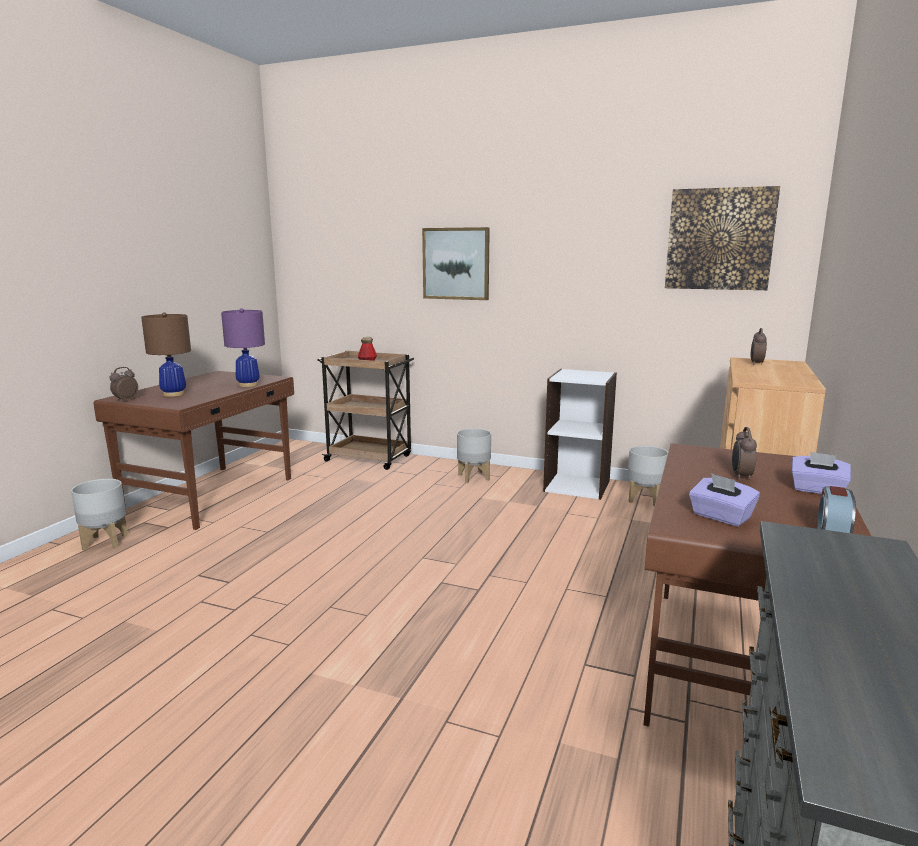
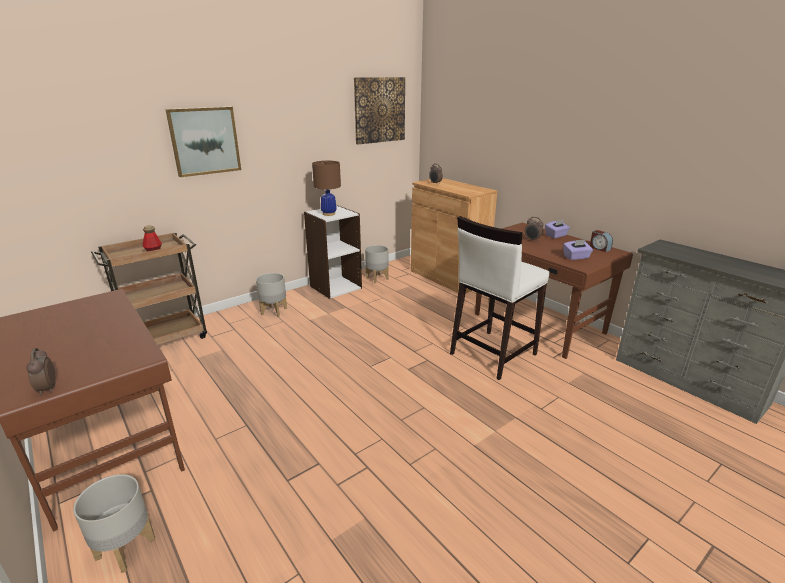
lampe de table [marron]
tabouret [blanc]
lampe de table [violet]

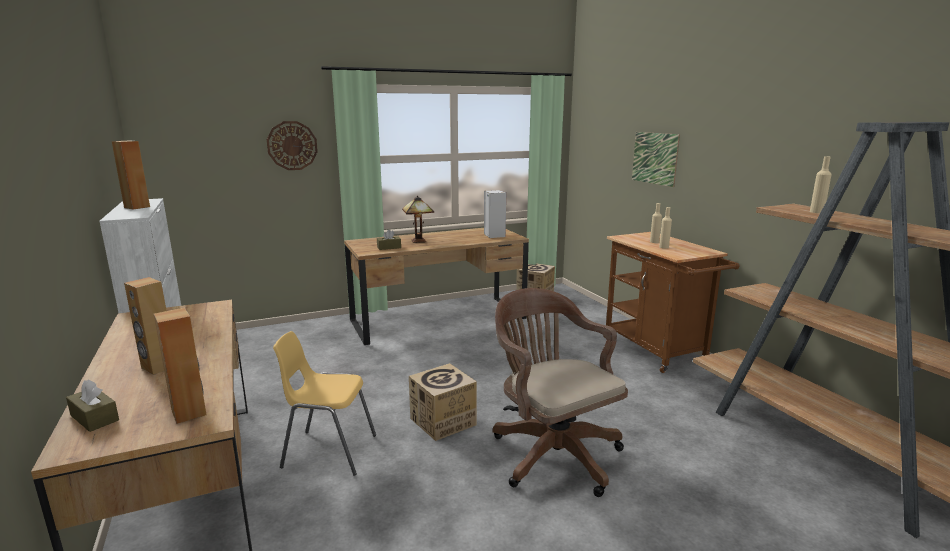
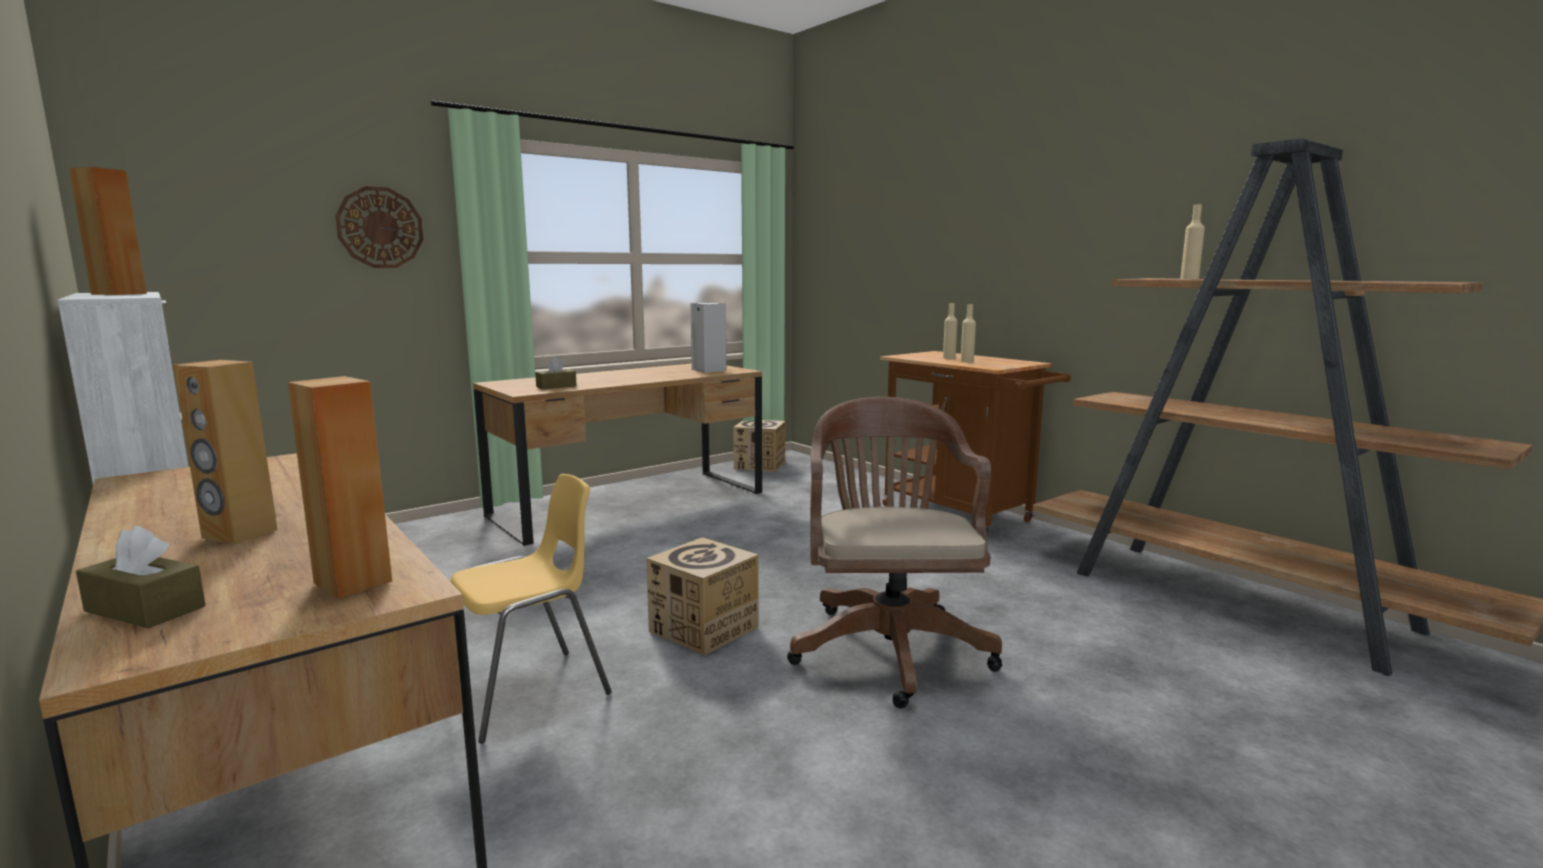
chaise [jaune]
chaise de bureau [marron]
lampe de table
tableau

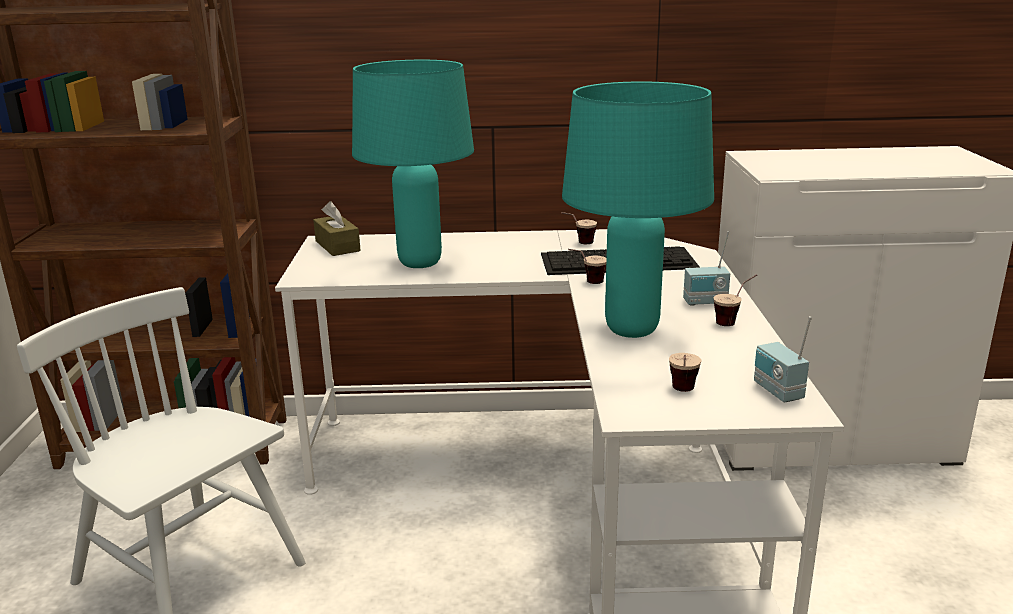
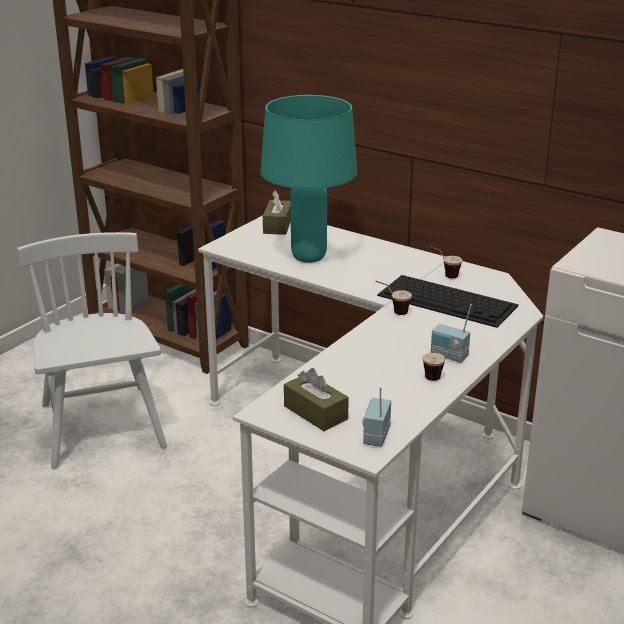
boîte à mouchoirs [marron] (2nd from left)
lampe de table [turquoise] (2nd from left in the first image)

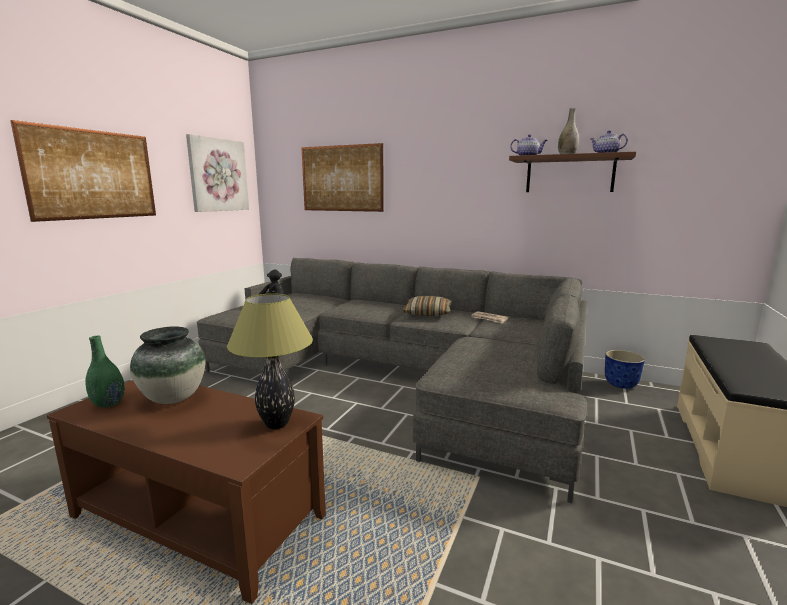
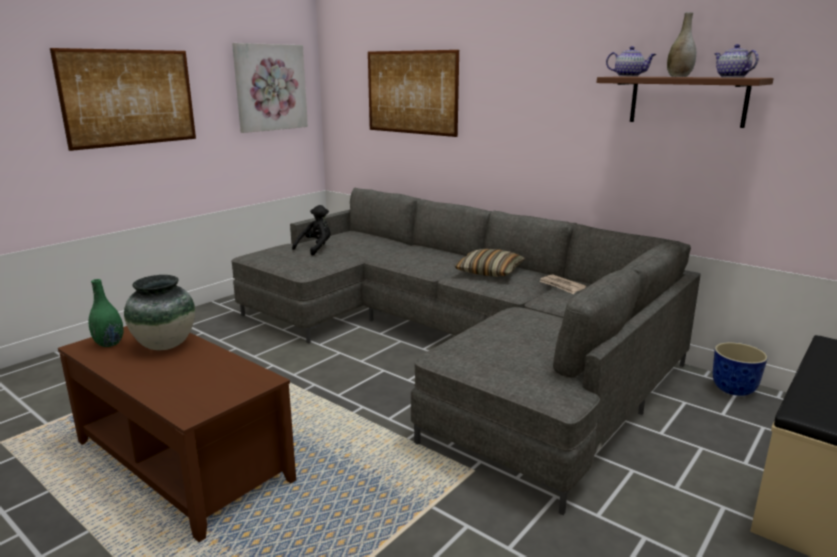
lampe de table

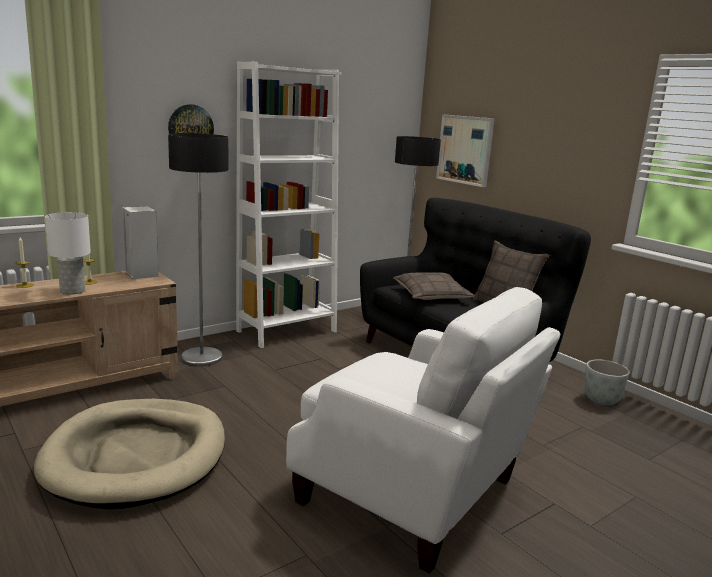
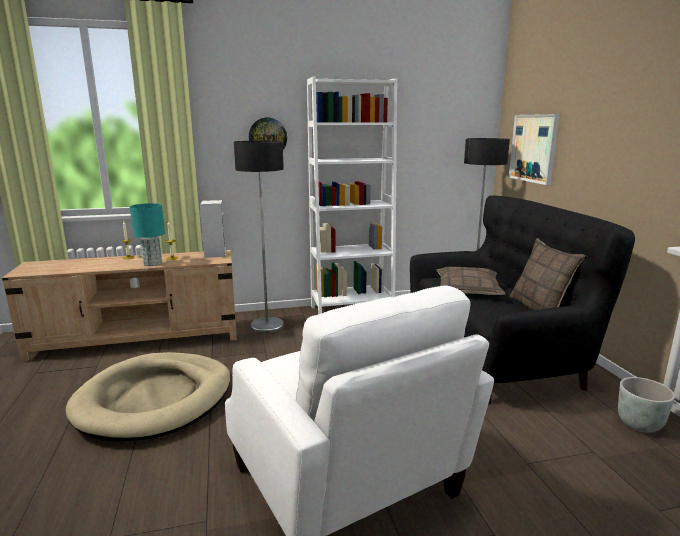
lampe de table [turquoise]

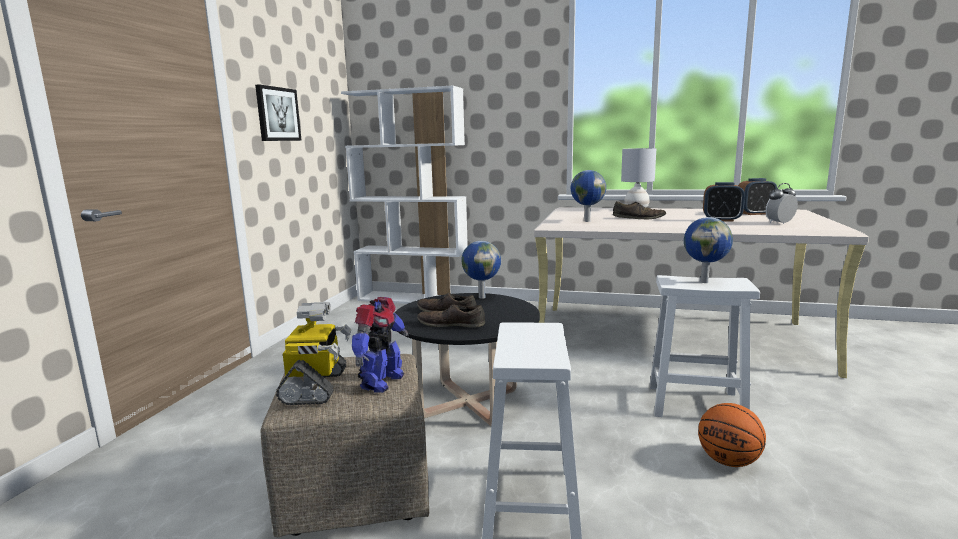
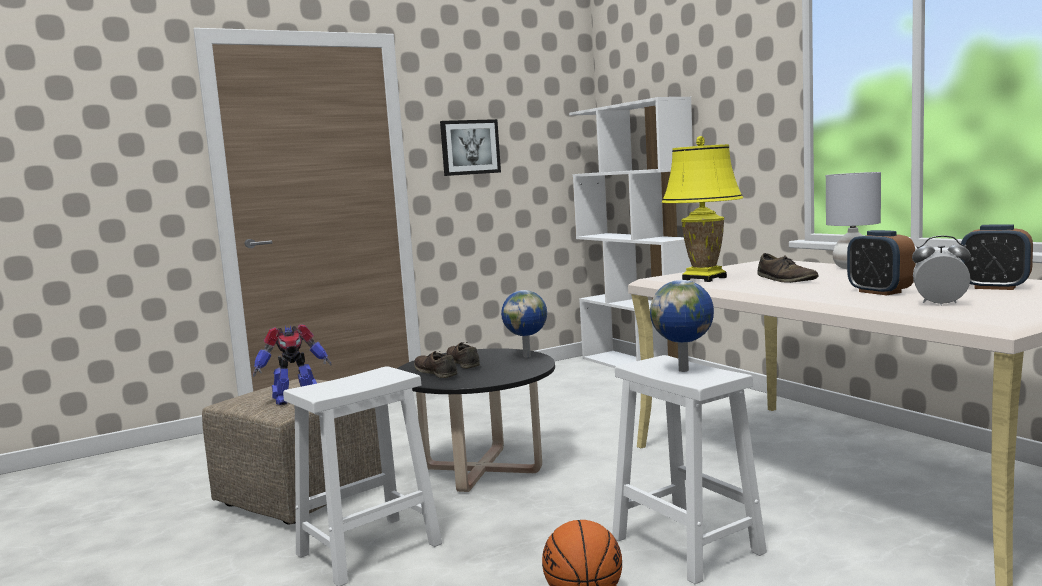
lampe de table [jaune]
robot jouet (1st from left in the first image)

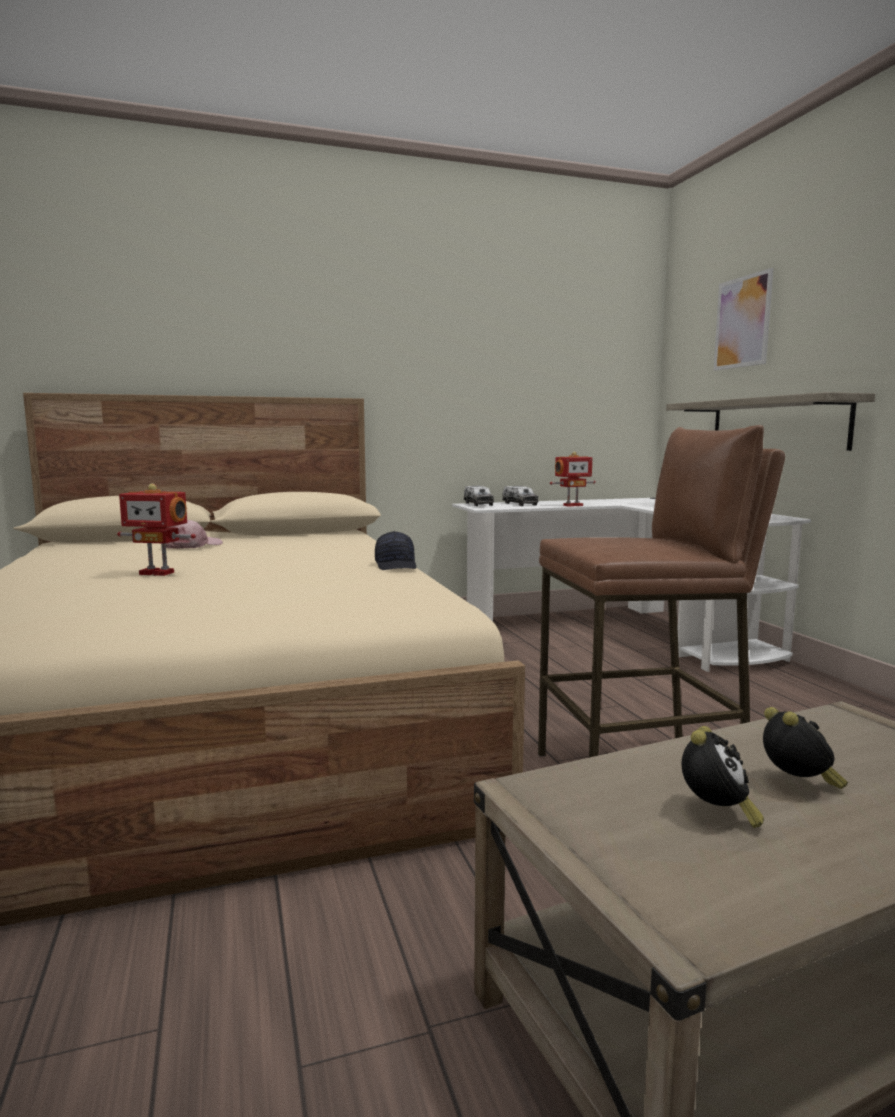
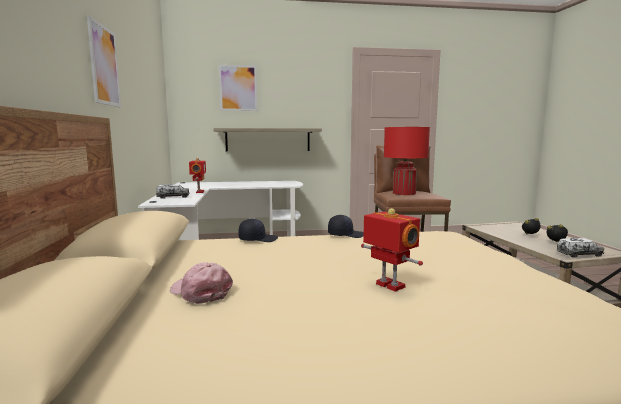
tableau (1st from left)
casquette [noir] (1st from left)
robot jouet (2nd from left)
lampe de table [rouge]
camion jouet (2nd from left)

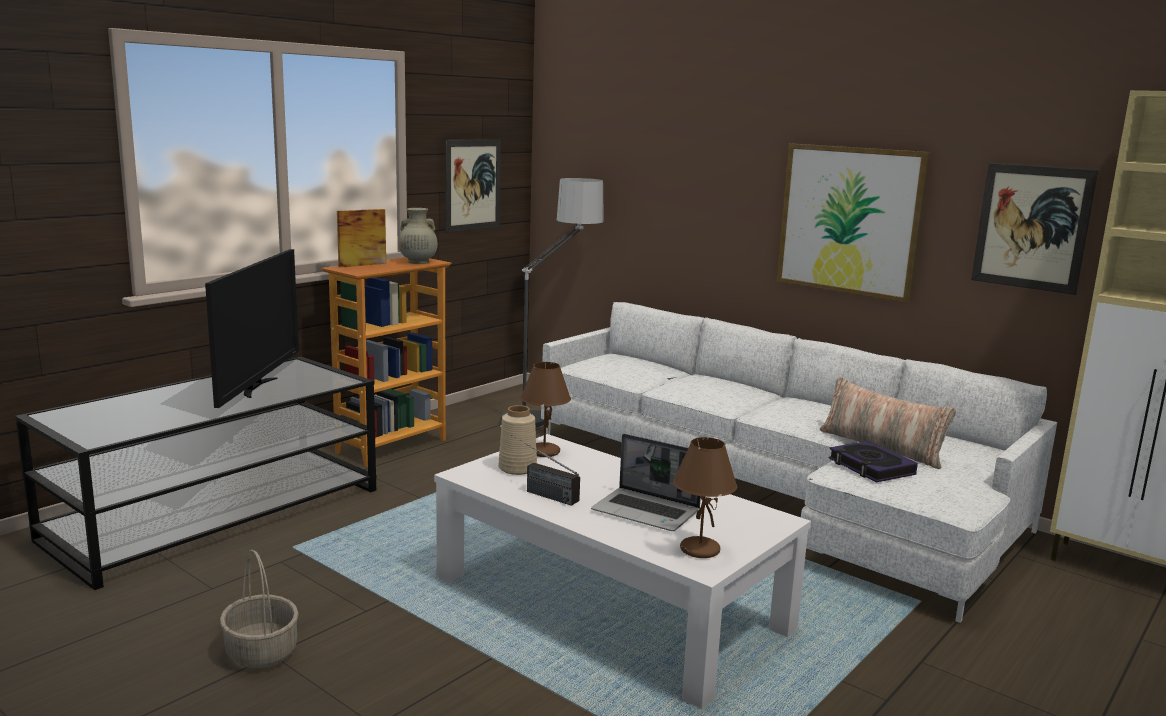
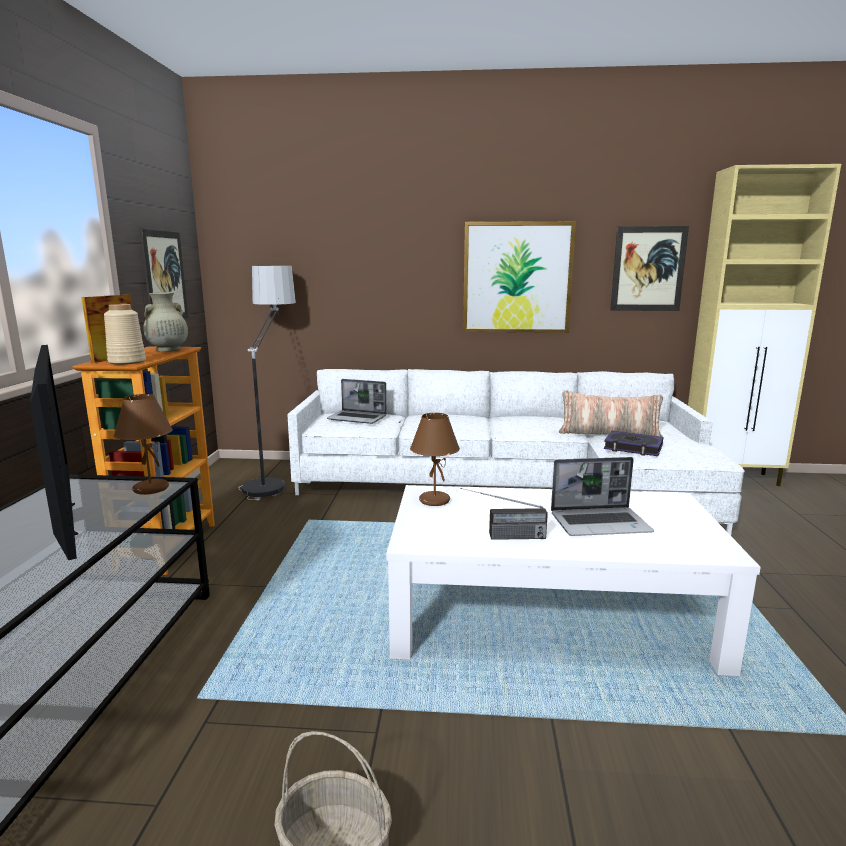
vase [beige] (1st from left)
lampe de table [marron] (1st from left)
ordinateur portable (1st from left)

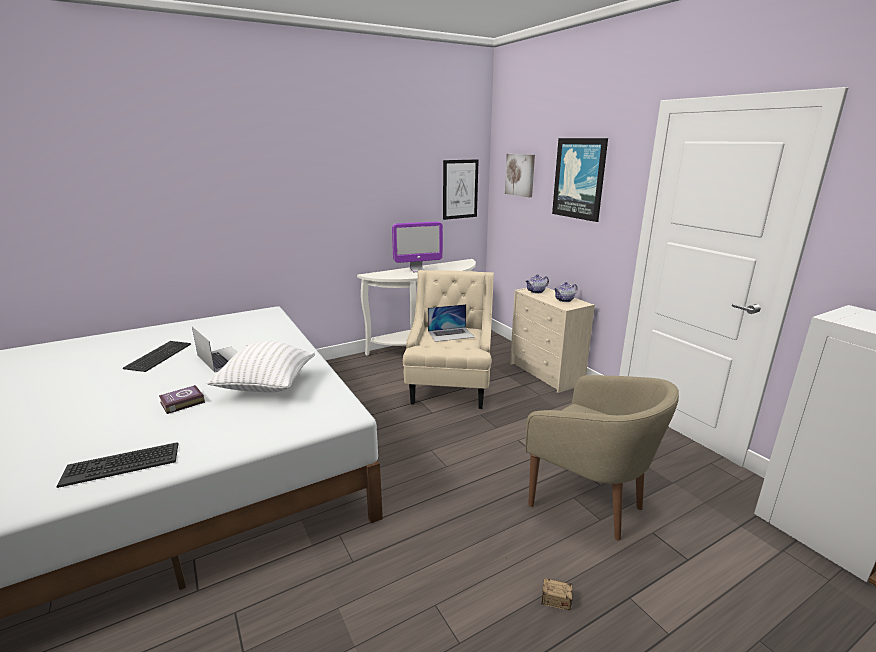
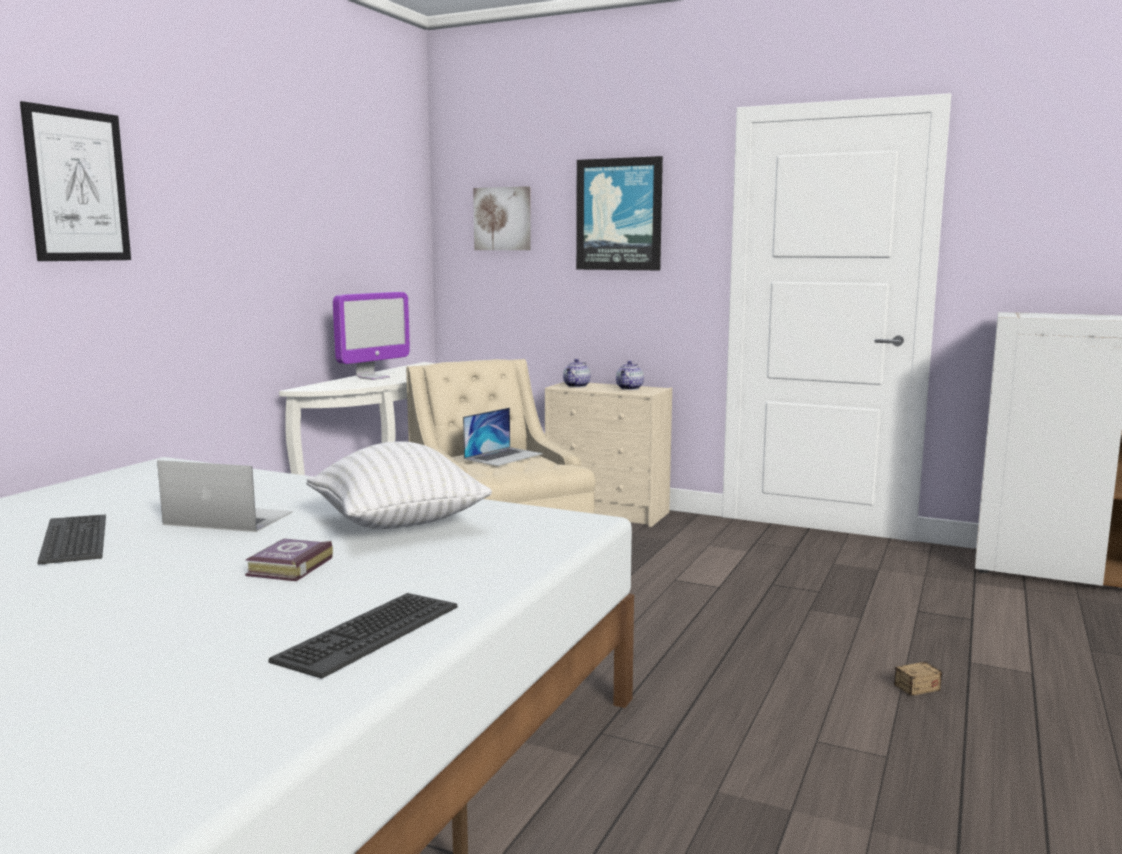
tableau (1st from left)
fauteuil [beige] (2nd from left in the first image)

